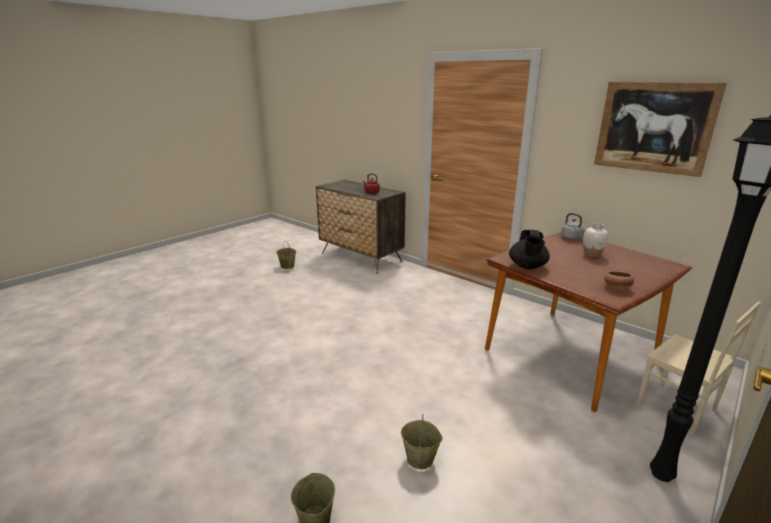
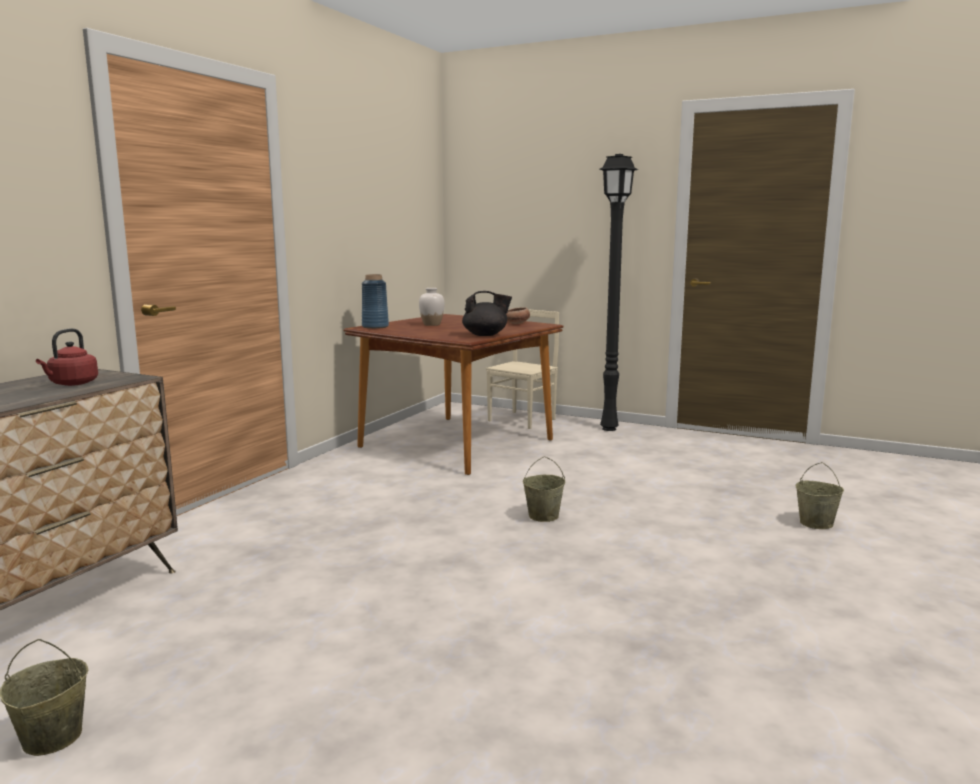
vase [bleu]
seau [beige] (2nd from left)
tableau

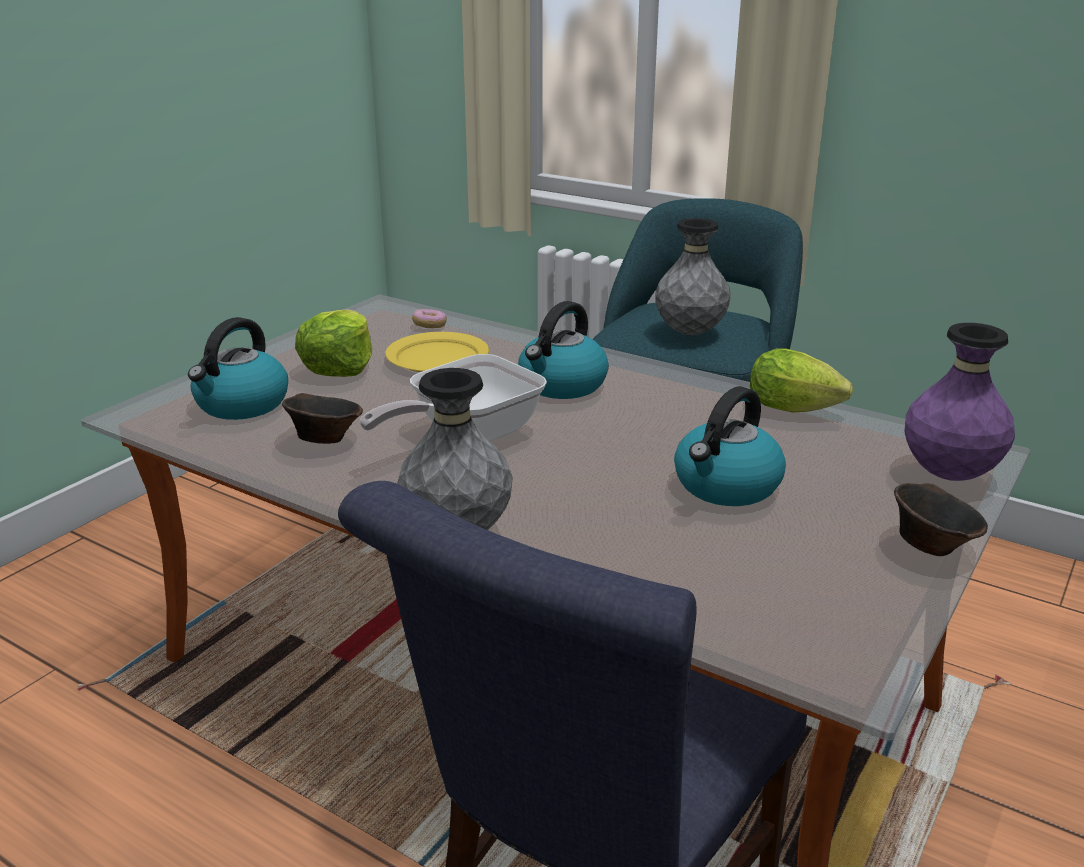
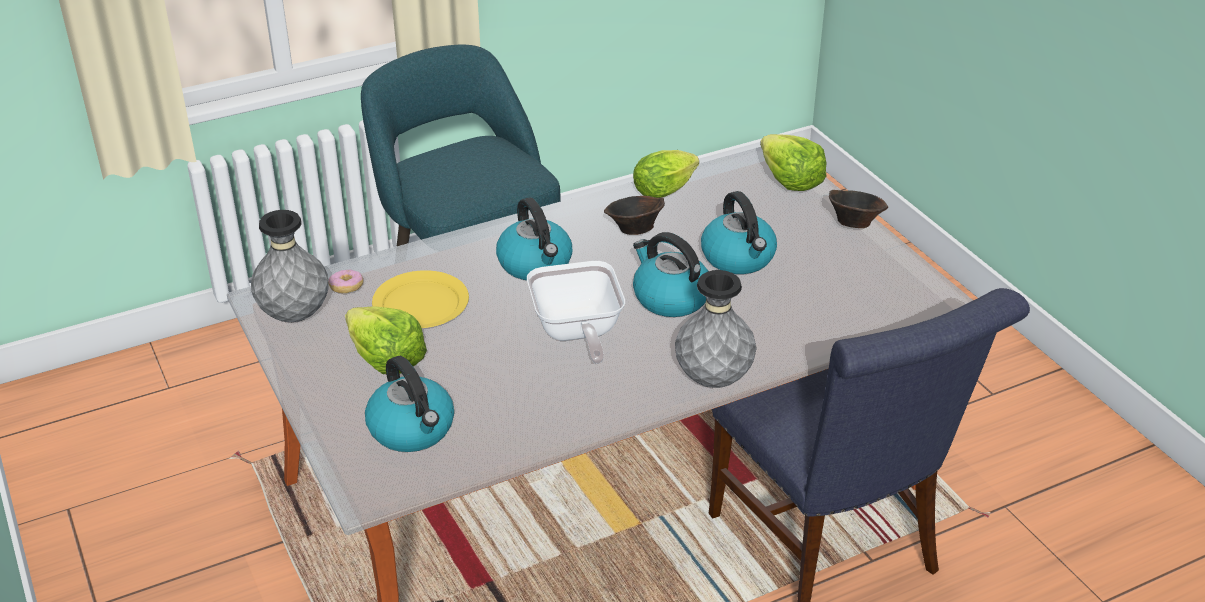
vase [gris] (1st from left)
bol [marron] (1st from left)
bouilloire (3rd from left)
laitue (3rd from left)

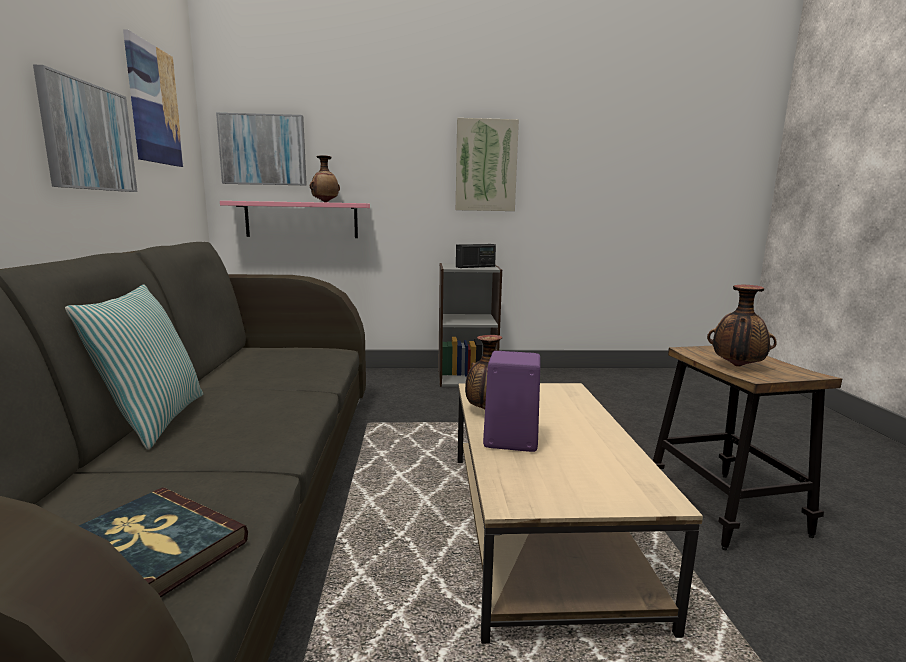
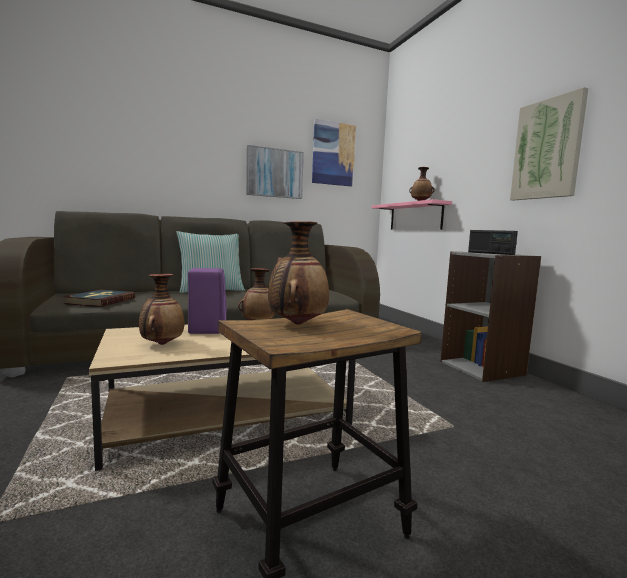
vase (1st from left)
tableau (3rd from left in the first image)

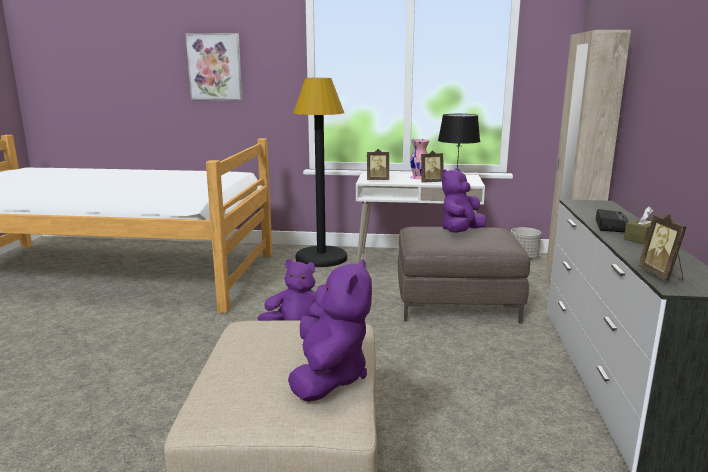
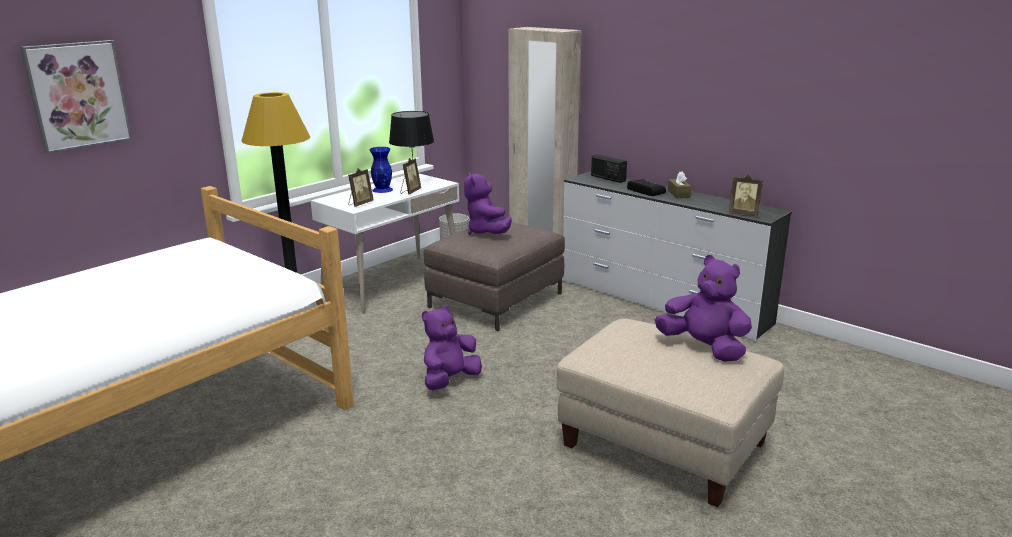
vase [bleu]
radio (1st from left)

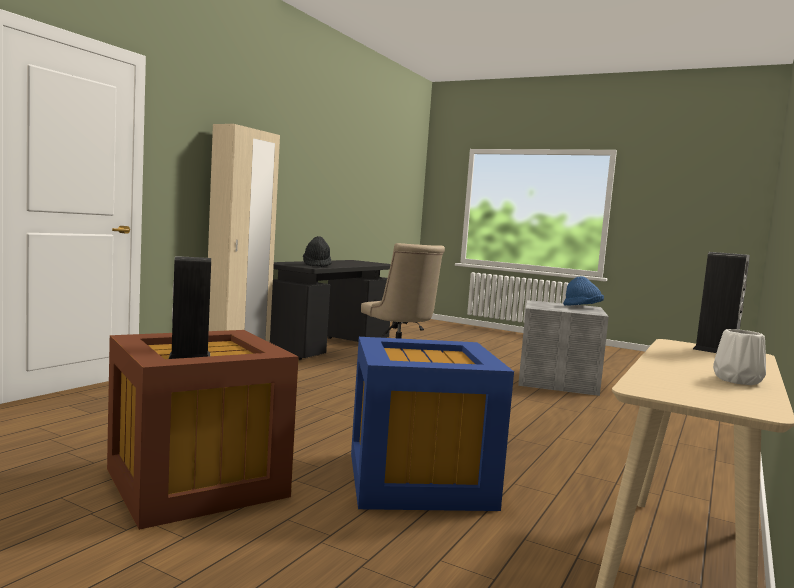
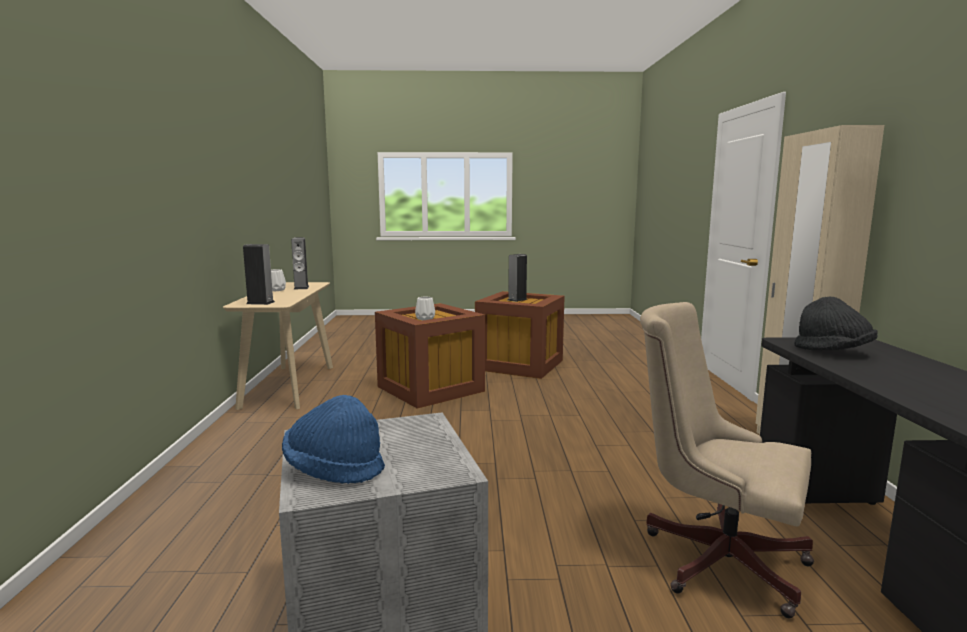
enceinte (2nd from left)
boîte de rangement [marron] (1st from left)
vase [blanc] (2nd from left)

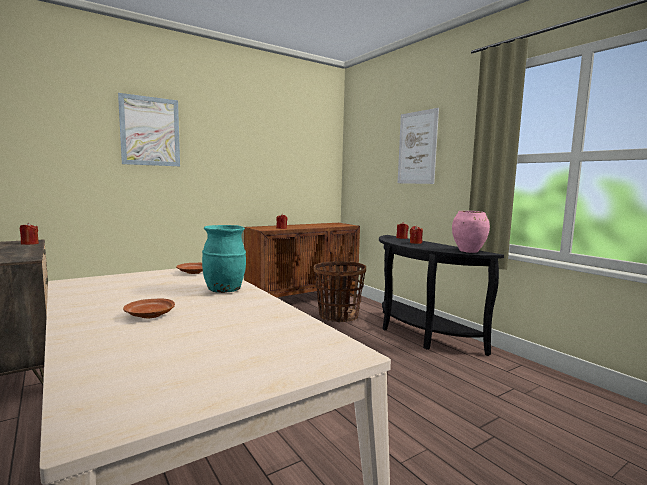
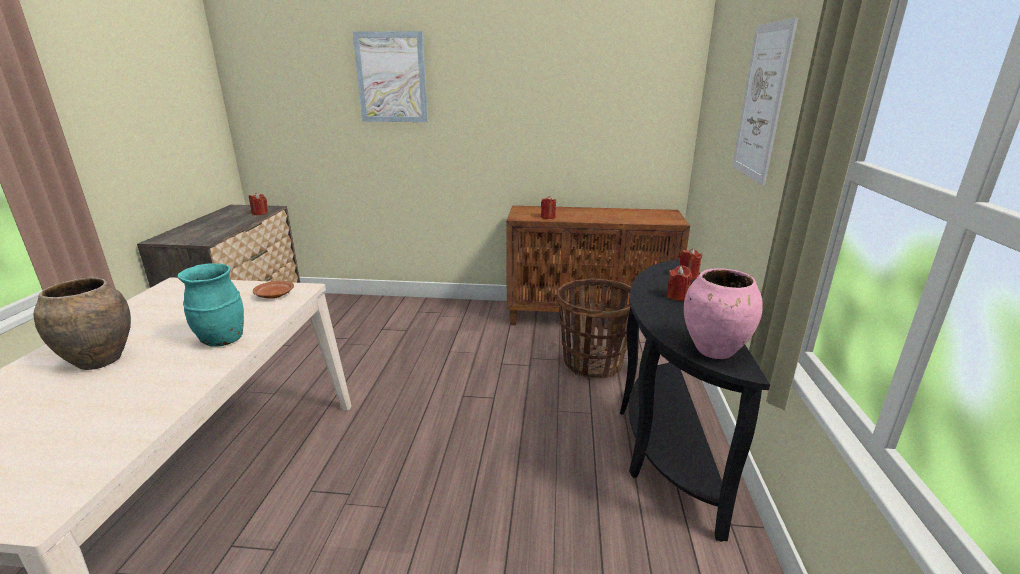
vase [marron]

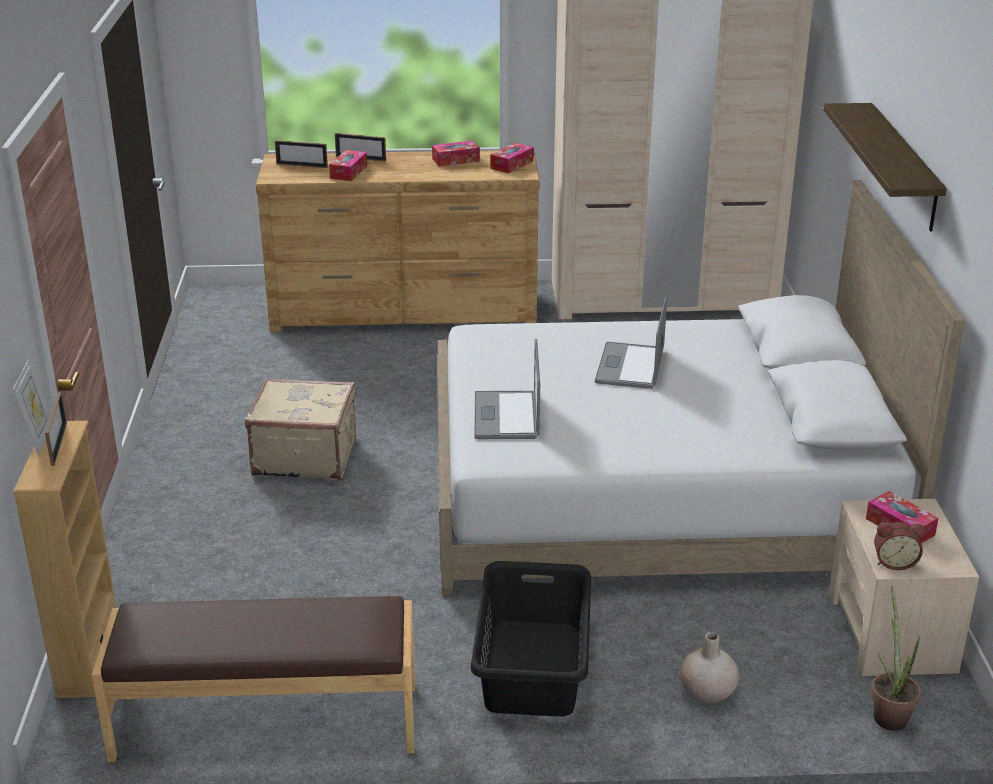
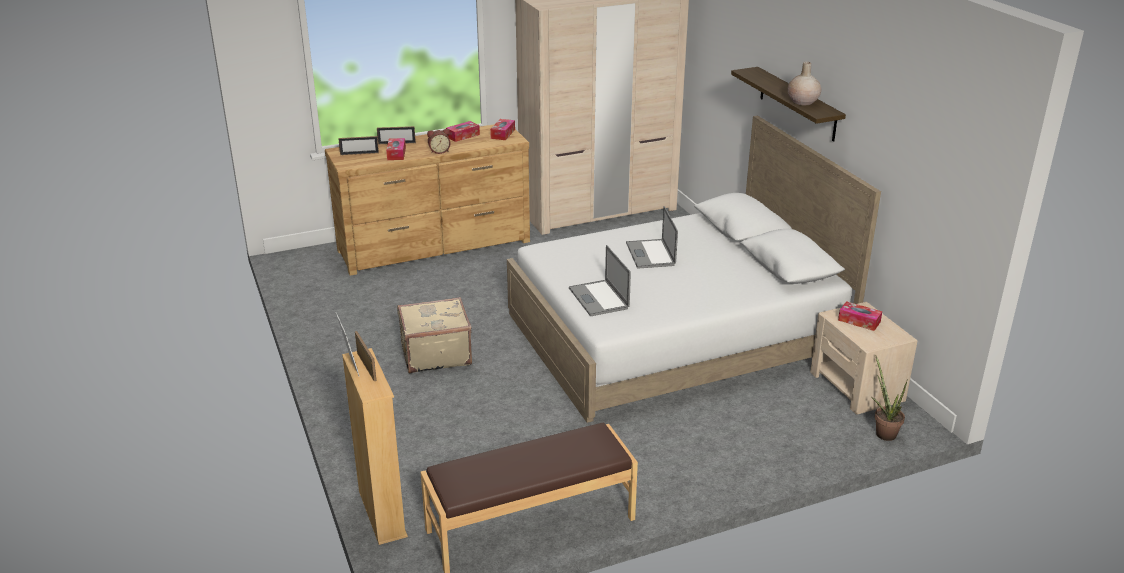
réveil
vase [beige]
panier à linge [noir]

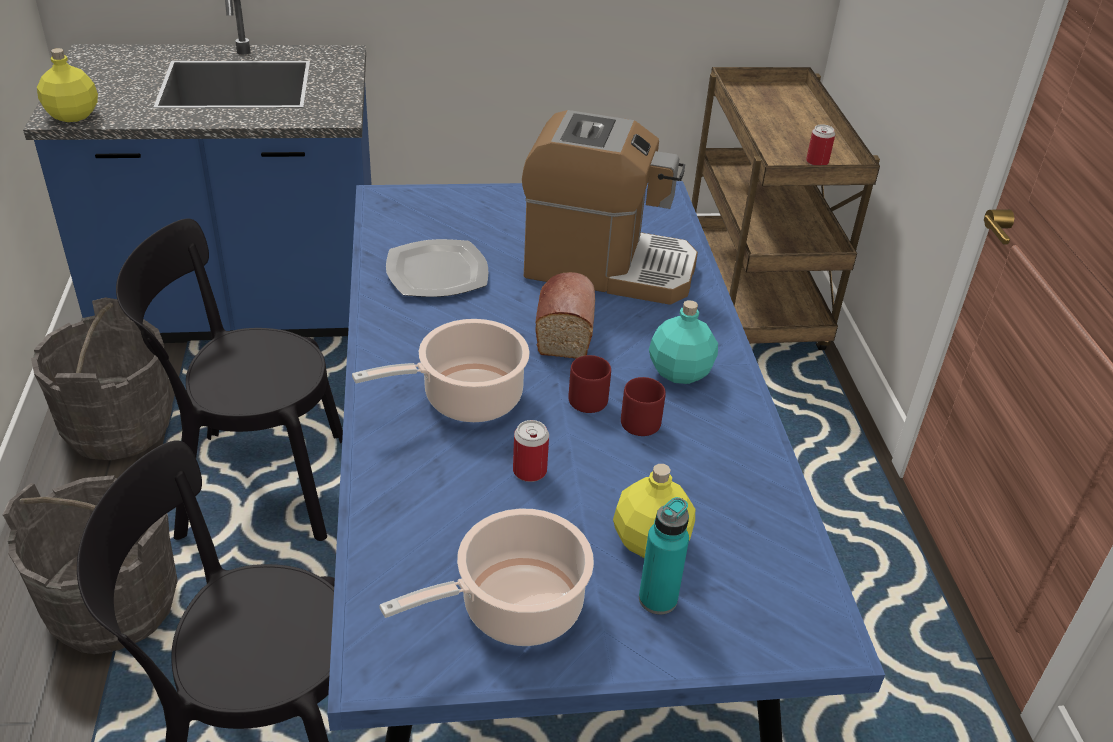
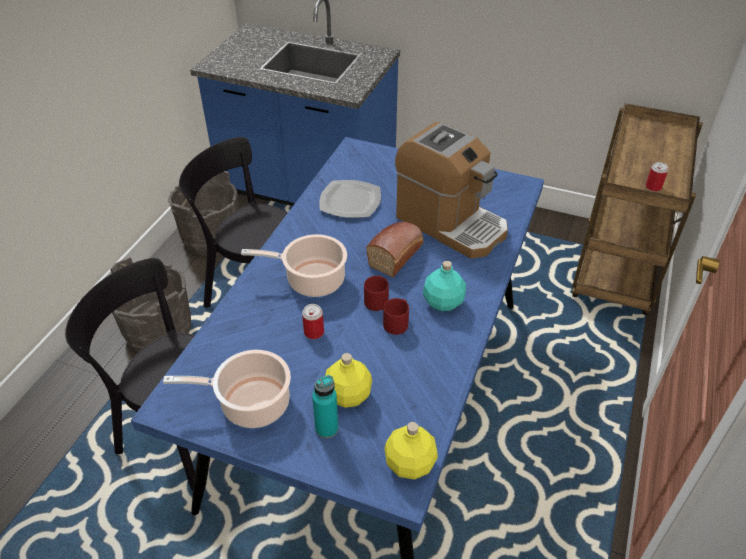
bouteille [jaune] (2nd from left)

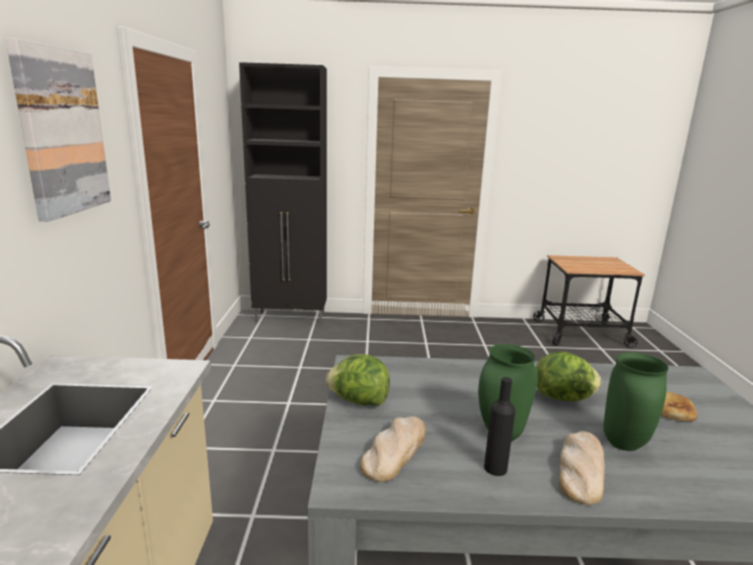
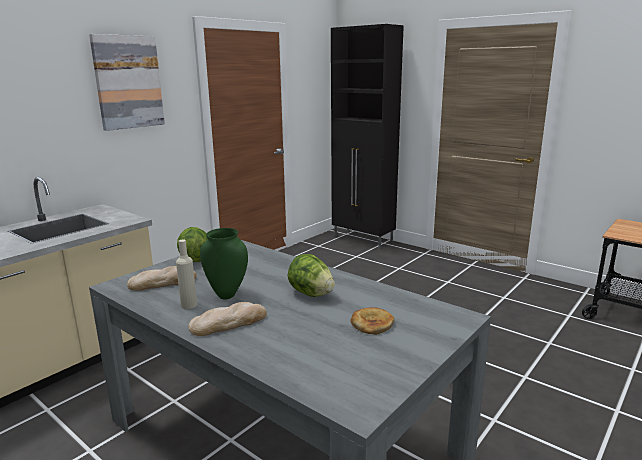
bouteille [beige]
vase [vert] (2nd from left in the first image)

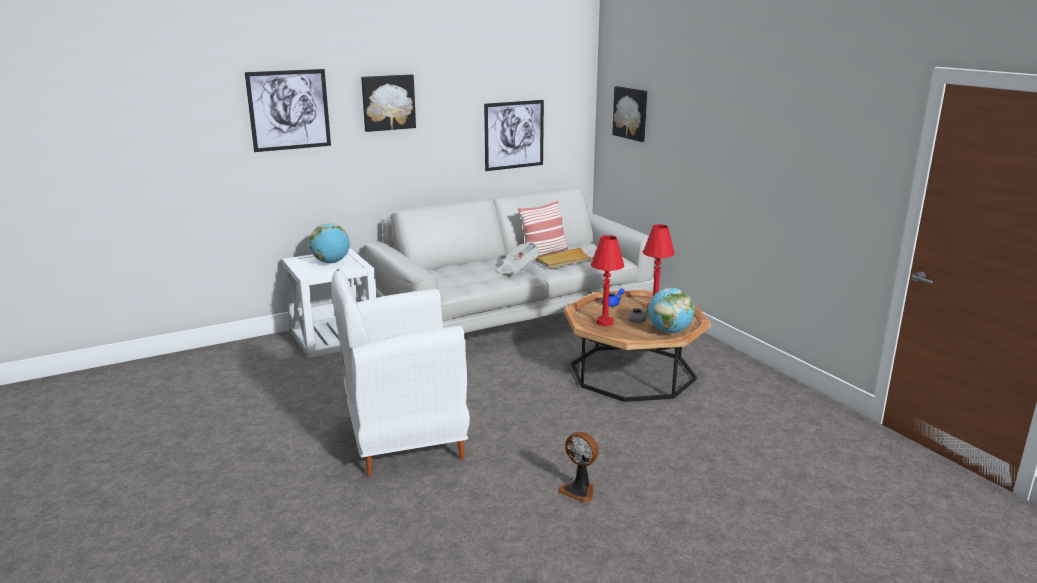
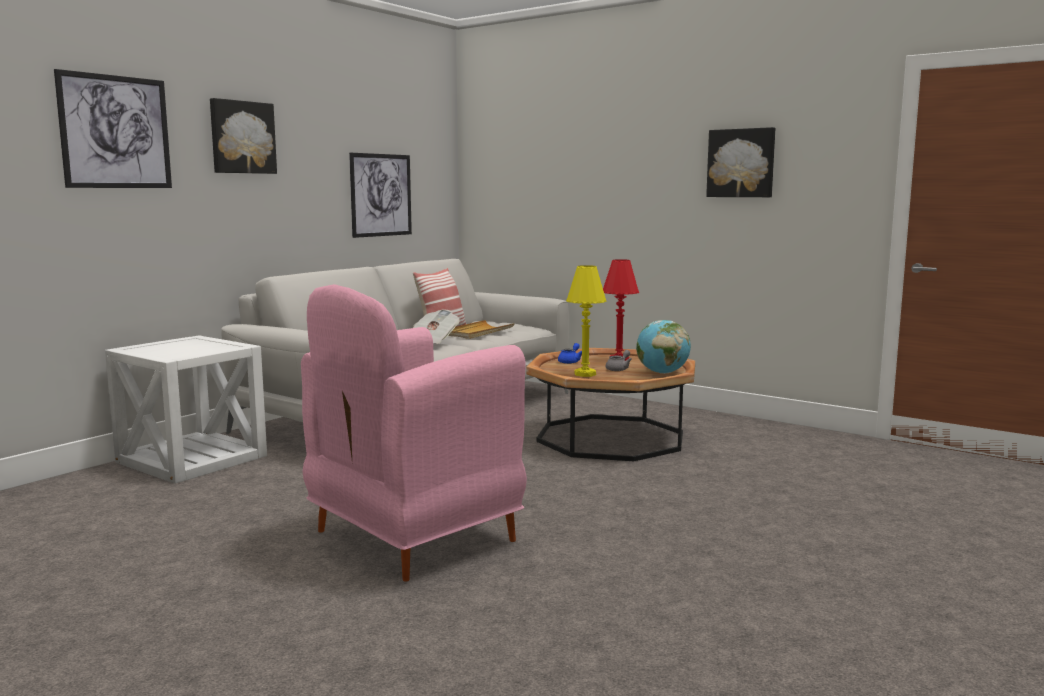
fauteuil [rose]
lampe de table [jaune]
tableau (4th from left)
globe (1st from left in the first image)
ventilateur

